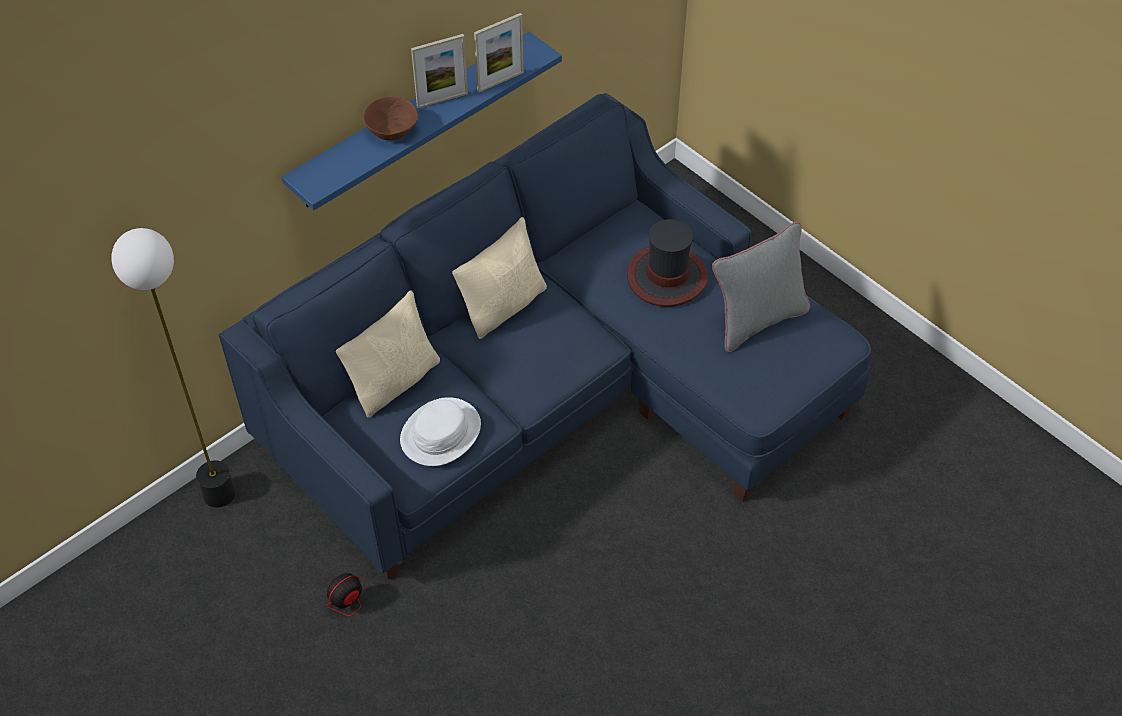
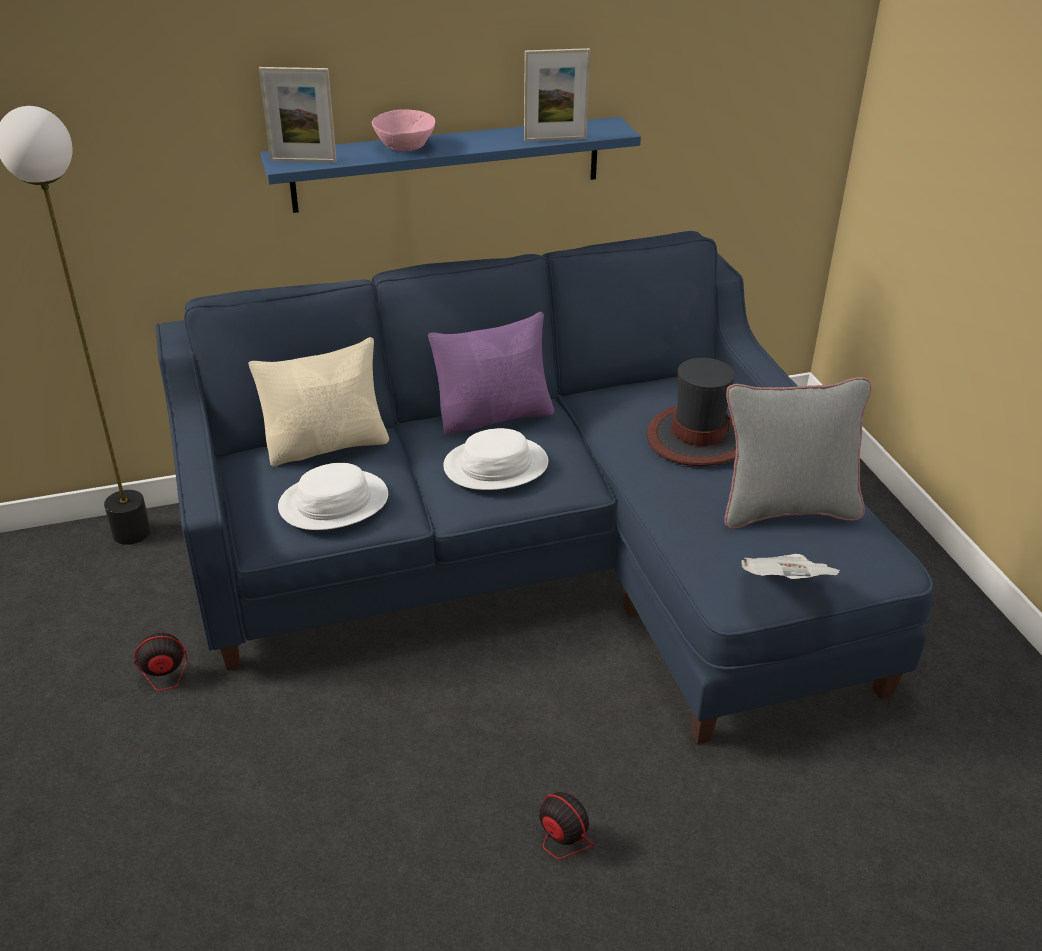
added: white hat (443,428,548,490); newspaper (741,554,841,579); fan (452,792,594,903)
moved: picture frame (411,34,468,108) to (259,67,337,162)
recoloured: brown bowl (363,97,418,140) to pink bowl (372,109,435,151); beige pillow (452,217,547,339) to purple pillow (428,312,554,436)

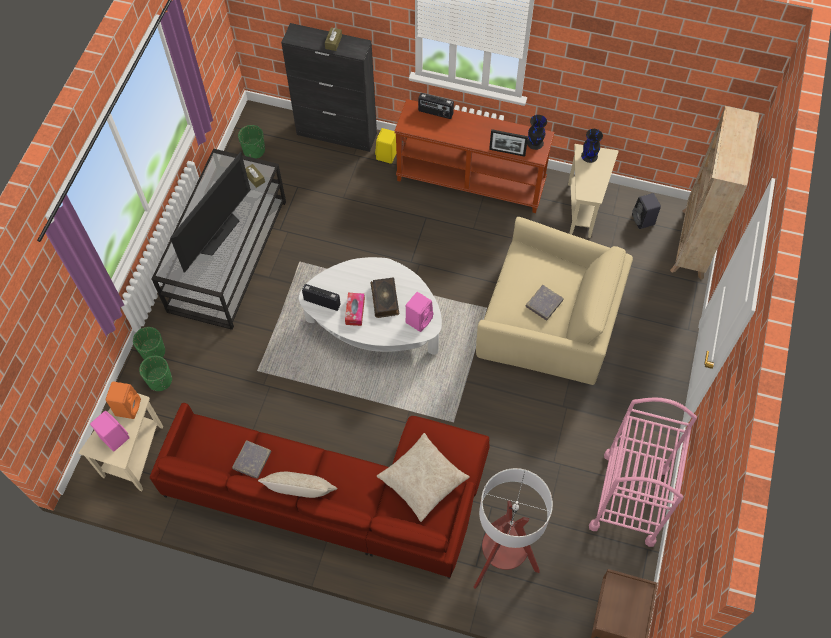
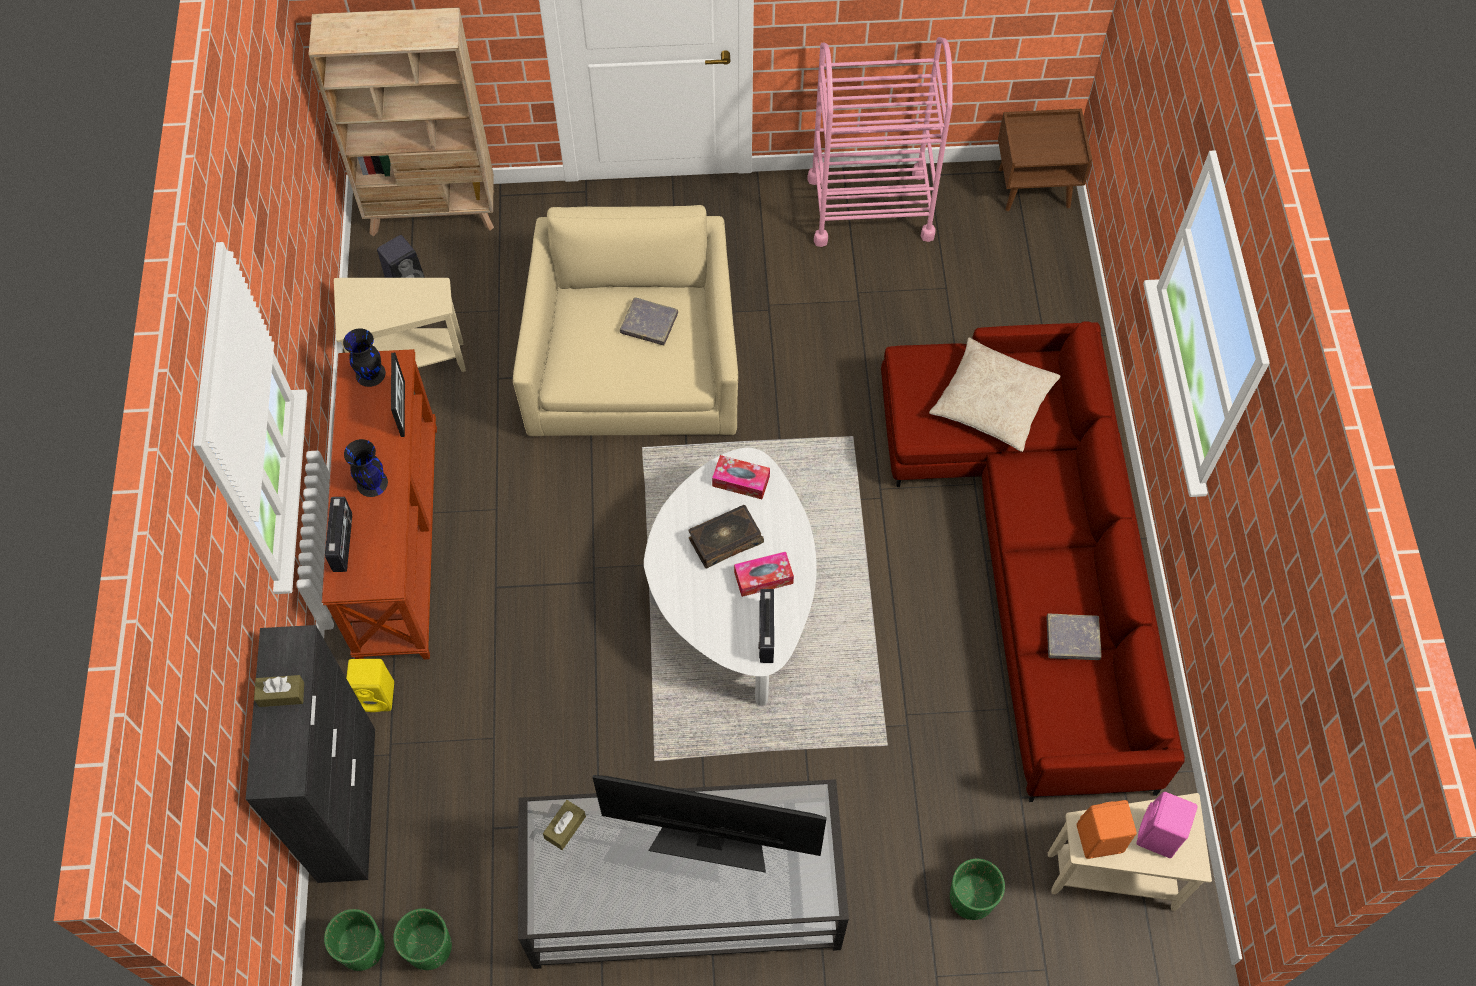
removed: floor lamp (473,468,553,589); beige pillow (258,472,337,498)
moved: black vase (581,129,603,163) to (344,439,388,497); green planter (133,327,165,360) to (324,909,385,971)
replaced: pink speaker (406,292,433,332) to tissue box (712,455,770,499)

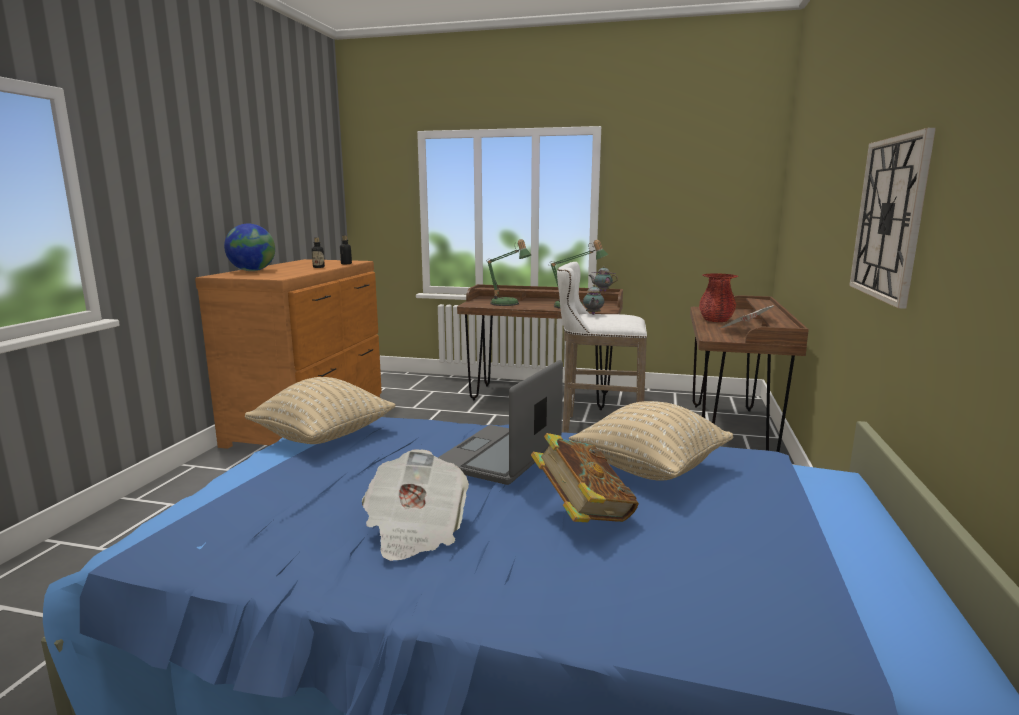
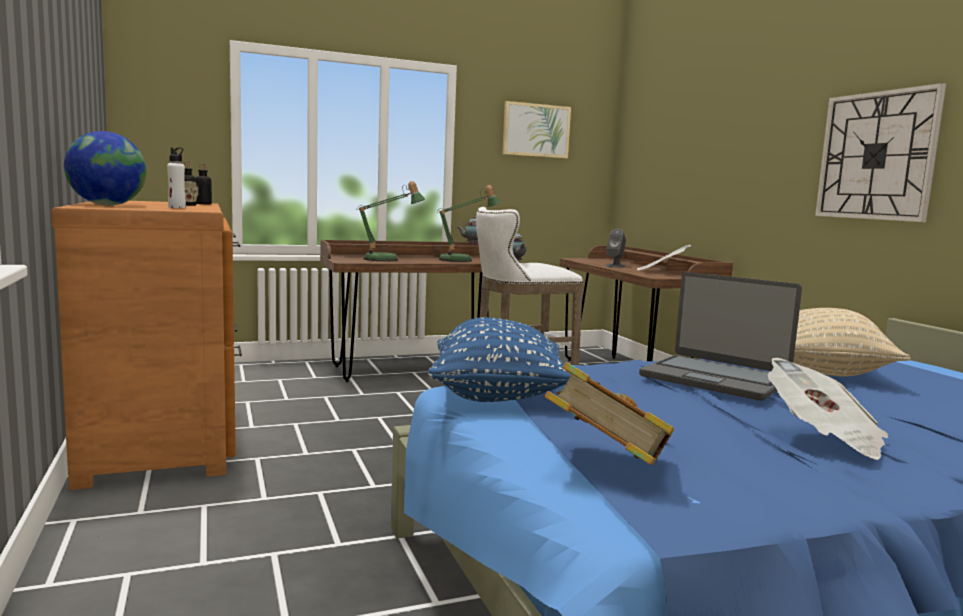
added: picture (502,101,571,159); white bottle (167,147,186,208)
moved: book (531,433,639,522) to (544,362,674,465)
replaced: red vase (699,273,738,322) to grey speaker (606,229,626,267)
recoloured: beige pillow (245,377,396,444) to blue pillow (428,317,571,402)
turned: laptop (438,360,563,485) = (639,272,802,401) 45 degrees counterclockwise

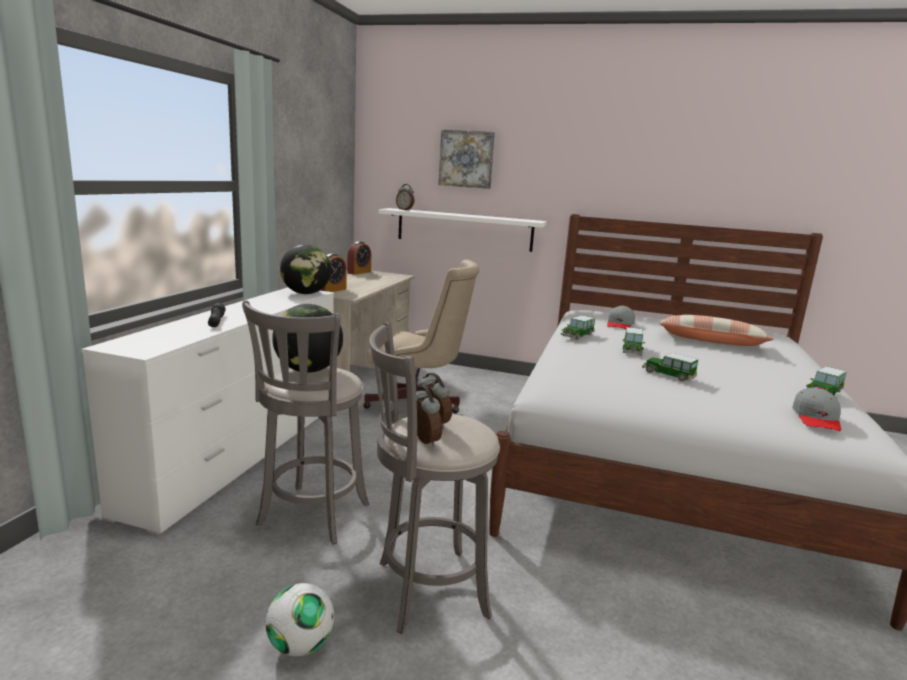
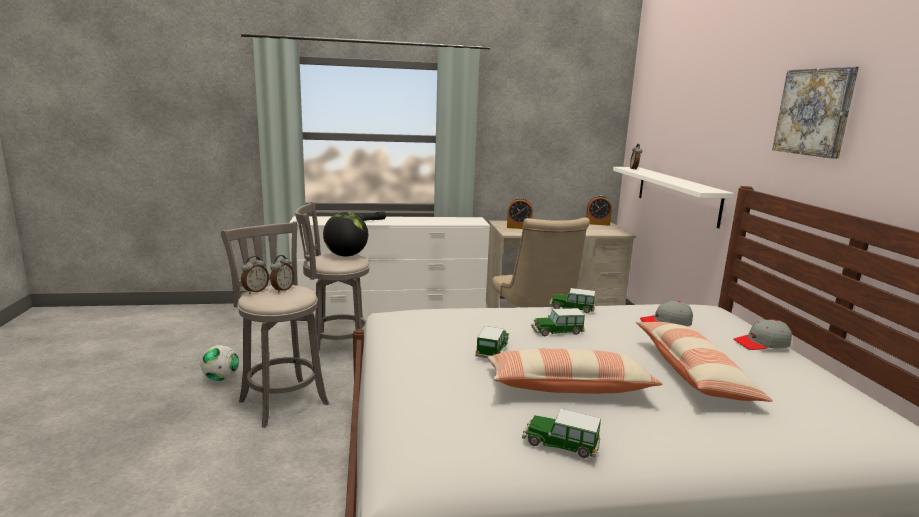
removed: globe (280,244,331,294)
added: pillow (488,349,663,394)
moved: picture (439,130,495,189) to (772,66,859,159); grey cap (792,387,841,431) to (734,320,792,350)

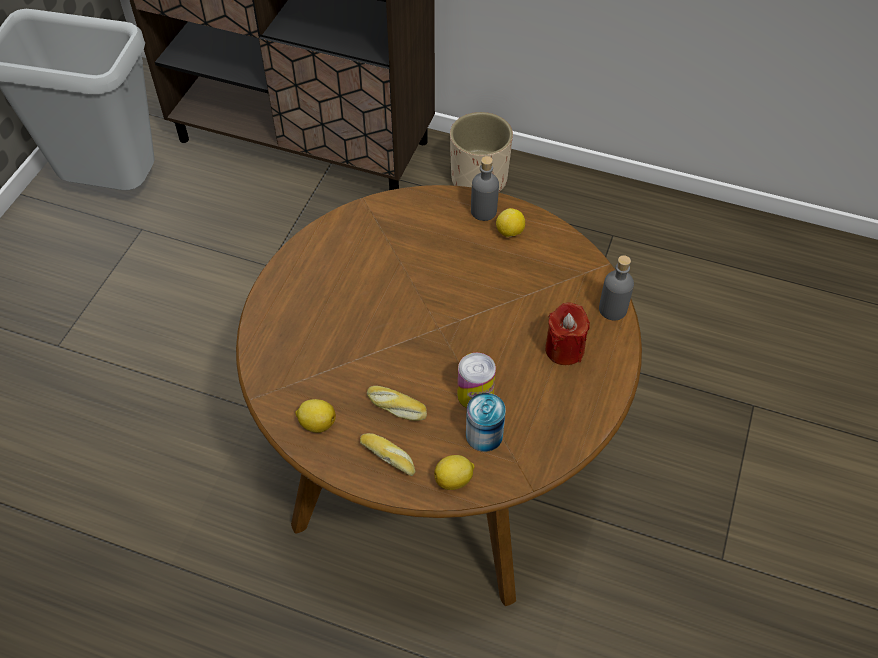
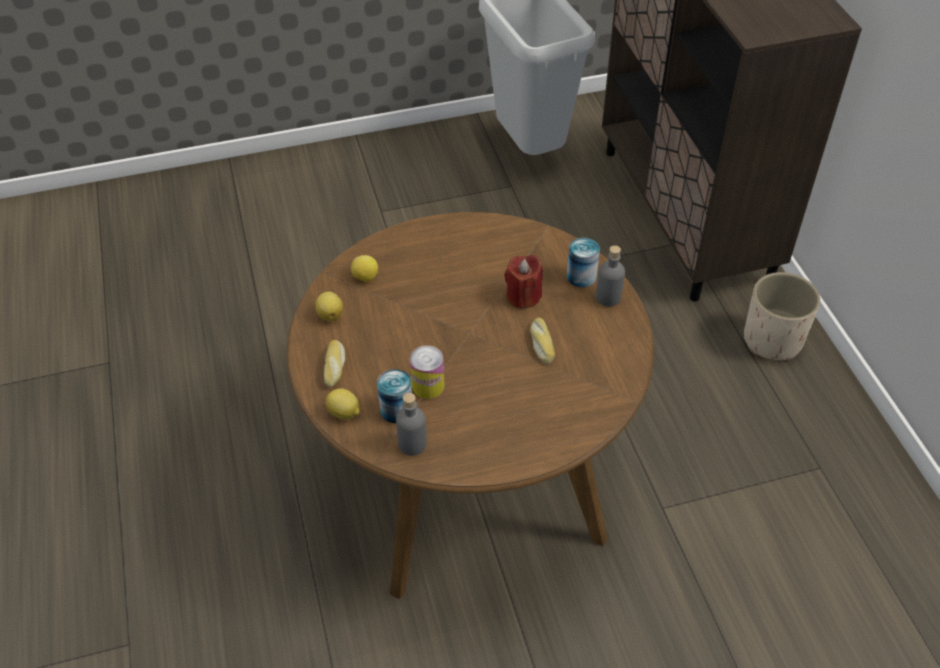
added: can (567,238,600,288)
moved: lemon (496,208,525,237) to (351,255,378,282); grey bottle (599,255,634,321) to (396,393,427,456); red candle (545,303,590,365) to (504,255,543,309); bread (367,386,427,421) to (530,318,555,364)

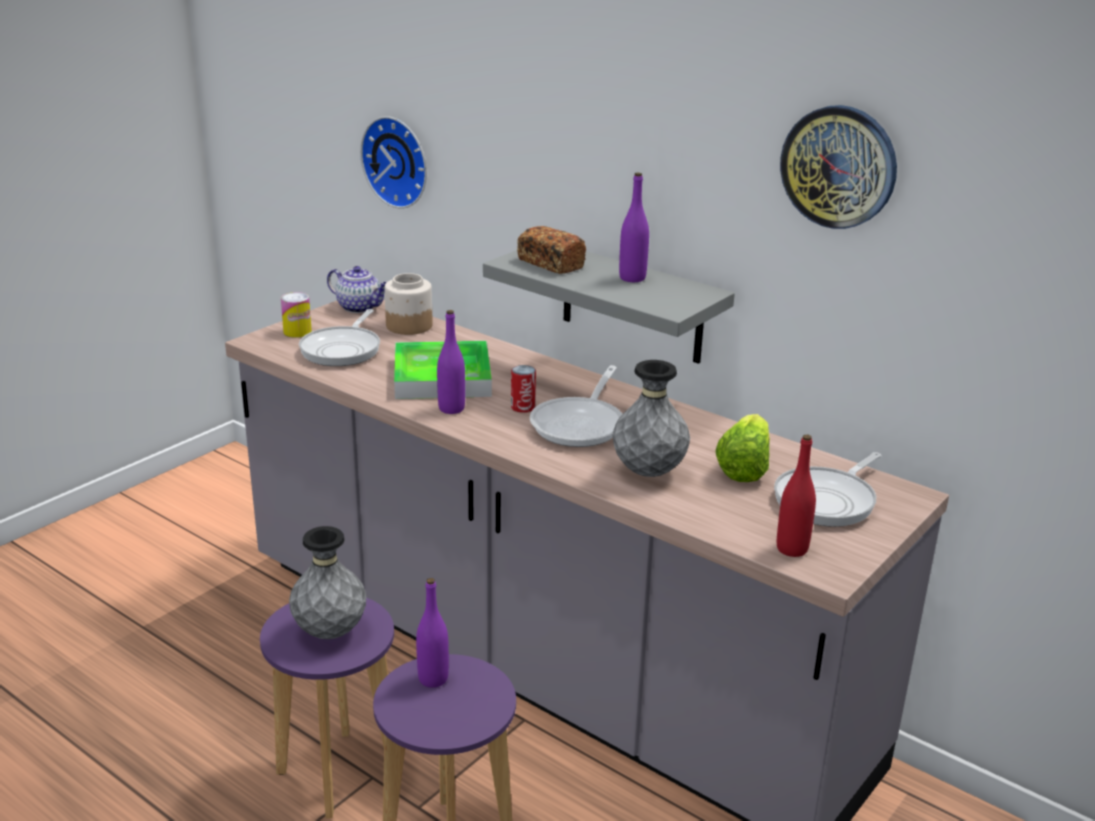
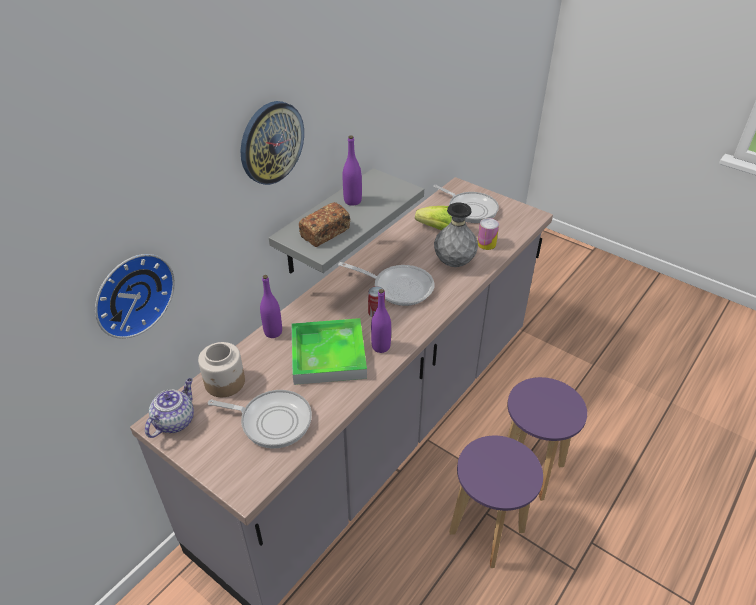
removed: red bottle (777,434,816,557); grey vase (289,526,366,639)
moved: wall clock (780,105,897,229) to (241,101,304,185); can (281,292,312,338) to (477,218,499,250); purple bottle (416,578,449,688) to (260,275,282,338)

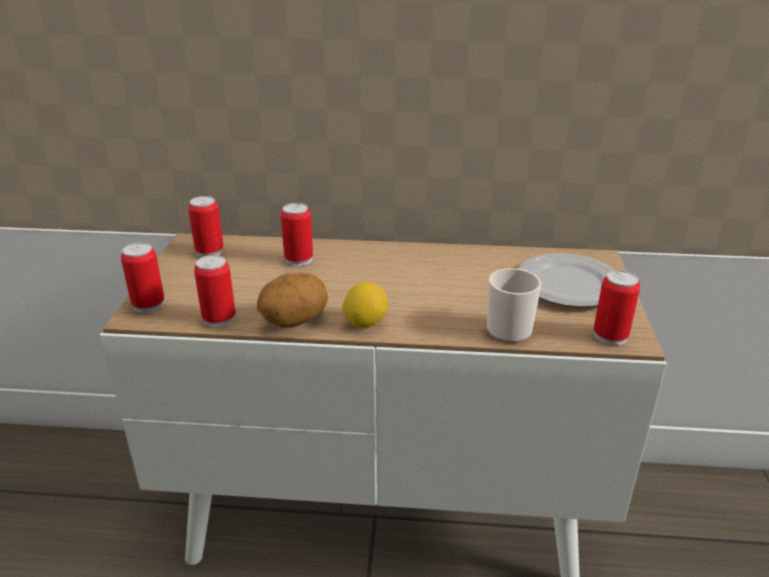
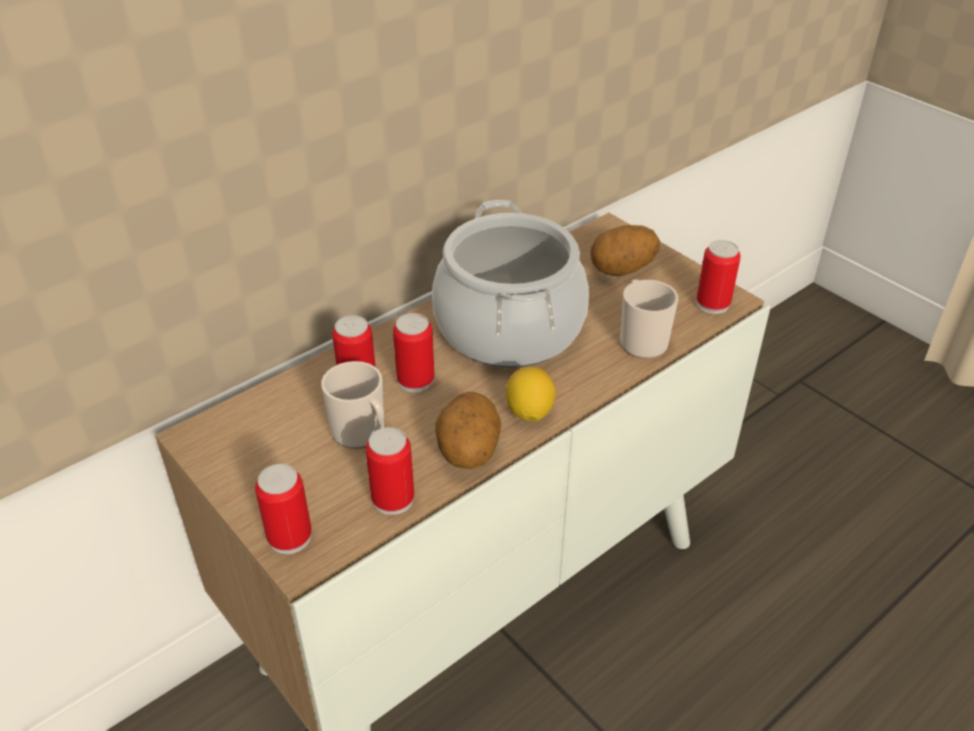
added: cooking pot (432,200,589,368); mug (321,361,384,449)
moved: can (188,196,224,257) to (393,313,435,393)
replaced: plate (518,253,614,307) to potato (590,225,660,276)

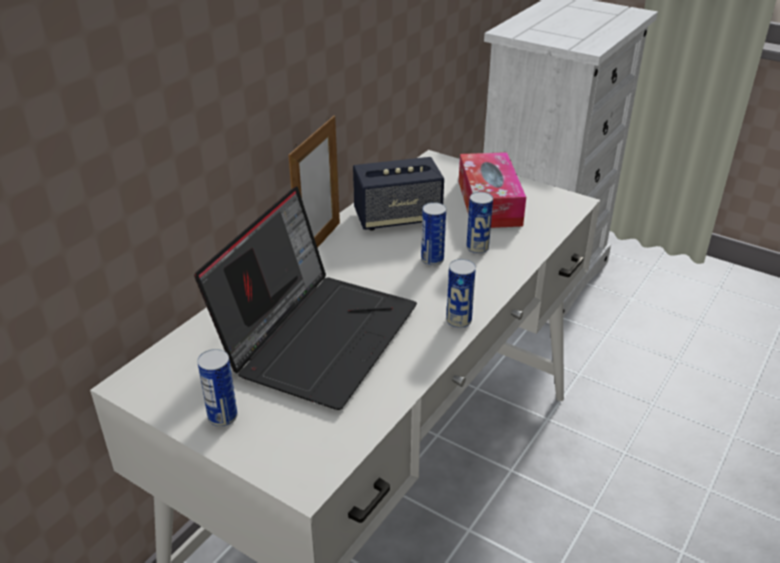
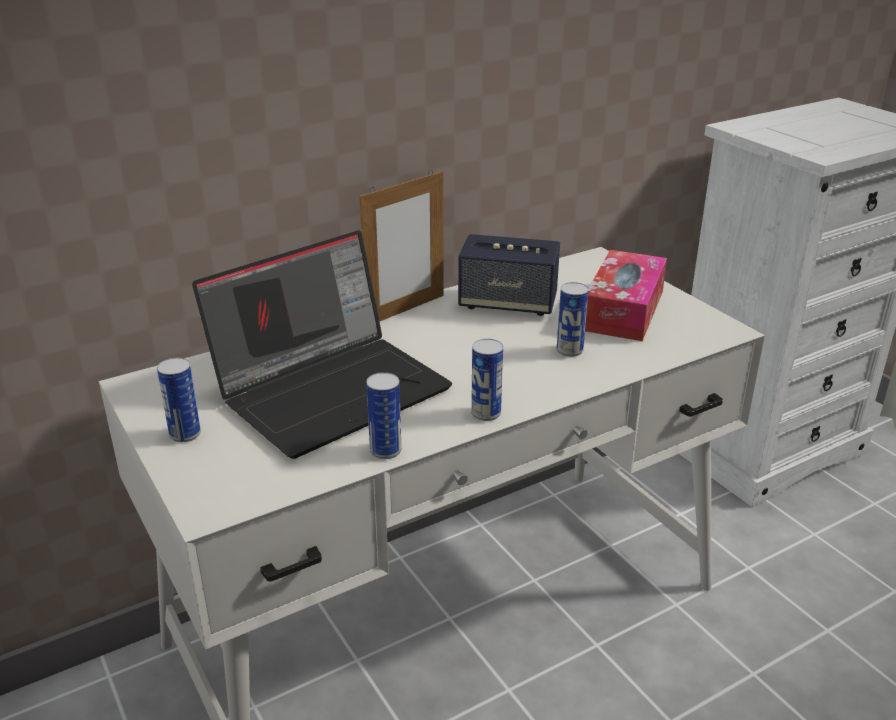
moved: can (421,202,446,266) to (366,372,402,459)

